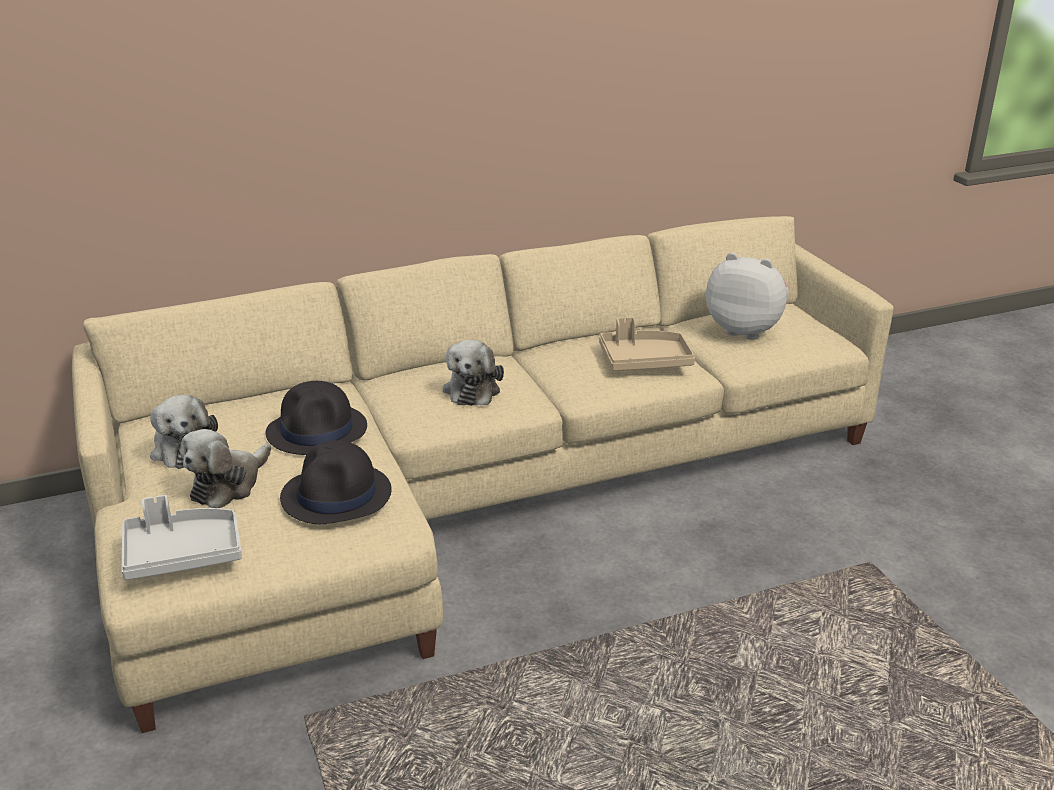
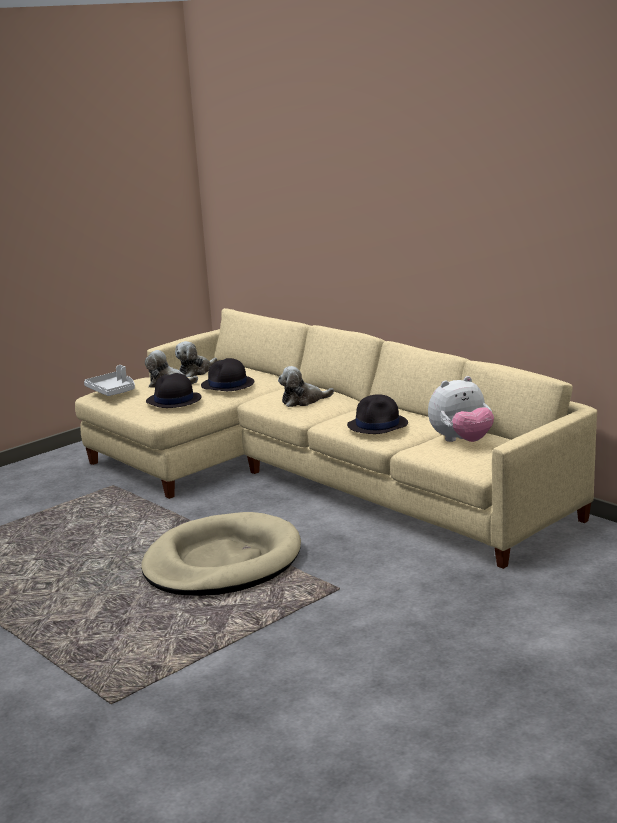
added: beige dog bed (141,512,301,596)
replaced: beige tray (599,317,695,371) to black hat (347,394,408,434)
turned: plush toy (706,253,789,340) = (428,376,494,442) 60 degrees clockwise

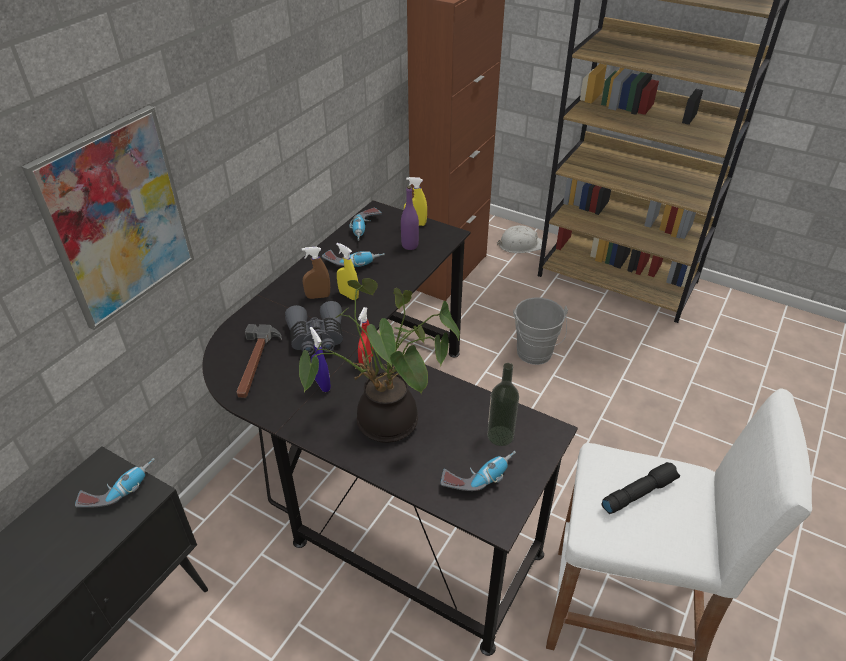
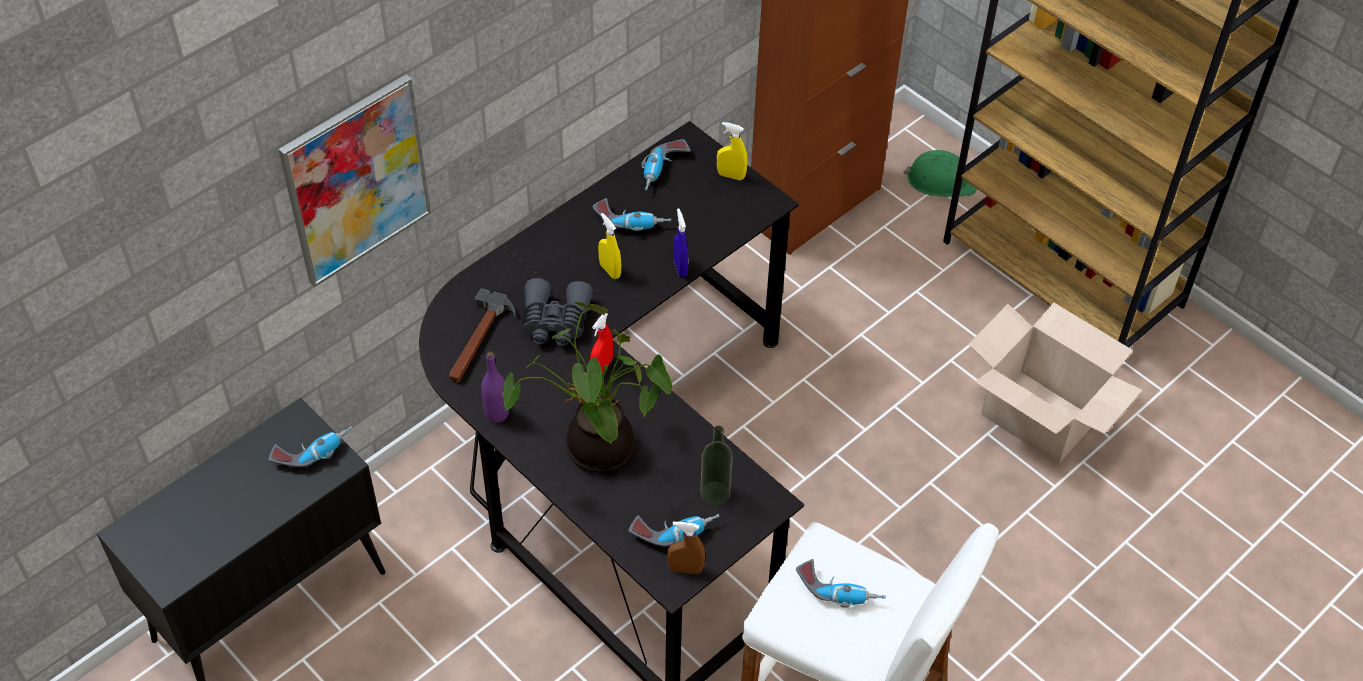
removed: grey bucket (513,297,568,365)
added: cardboard box (968,302,1143,464)
moved: purple bottle (401,186,419,250) to (481,351,509,423); brown spray bottle (302,247,330,299) to (667,521,705,574); blue spray bottle (310,327,331,392) to (673,208,688,277)
replaced: black flashlight (602,462,680,514) to power drill (796,559,886,608)
recoloured: white hard hat (497,225,542,253) to green hard hat (903,150,977,197)

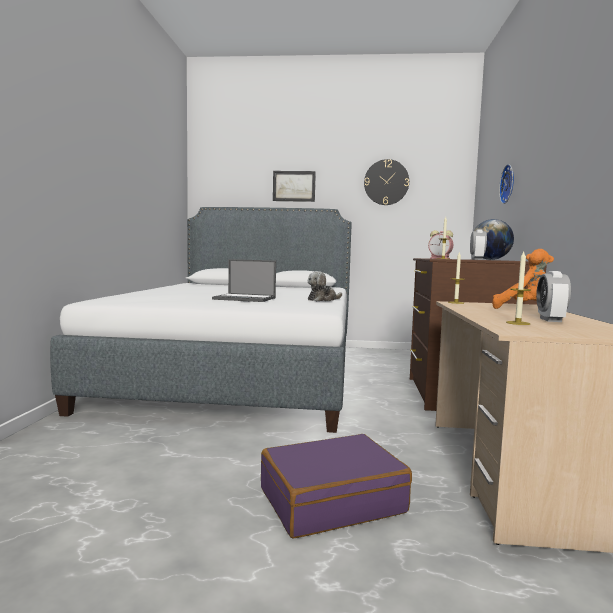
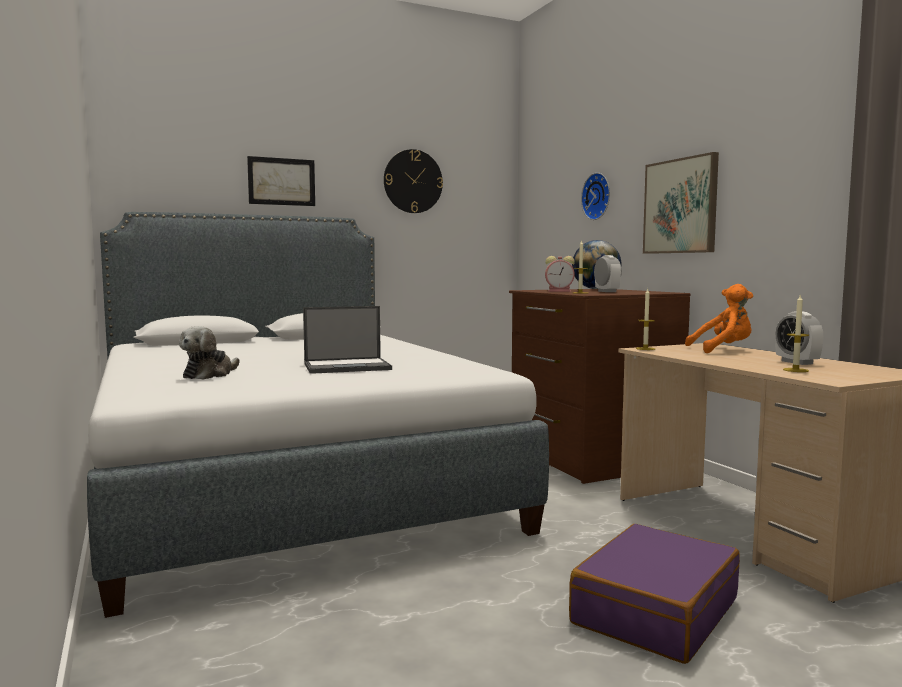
added: picture (643,152,719,254)
moved: plush toy (308,271,342,301) to (179,326,240,380)

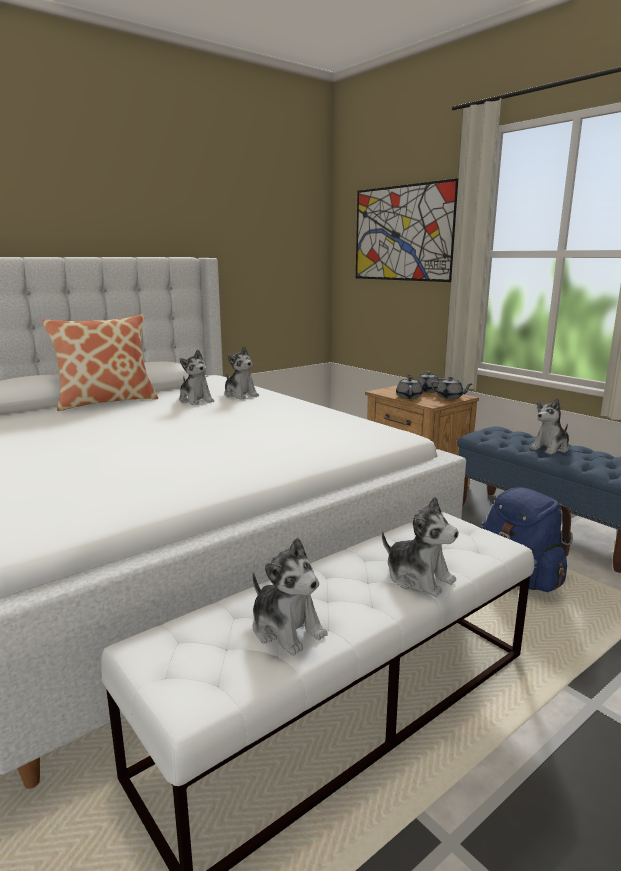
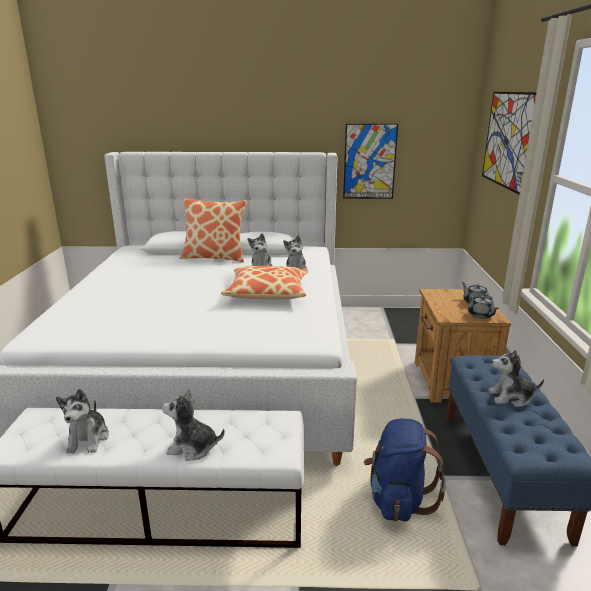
removed: grey teapot (396,377,423,399)
added: picture (343,124,398,199); pillow (221,266,309,299)
turned: plush toy (382,497,459,597) = (162,389,225,461) 105 degrees clockwise

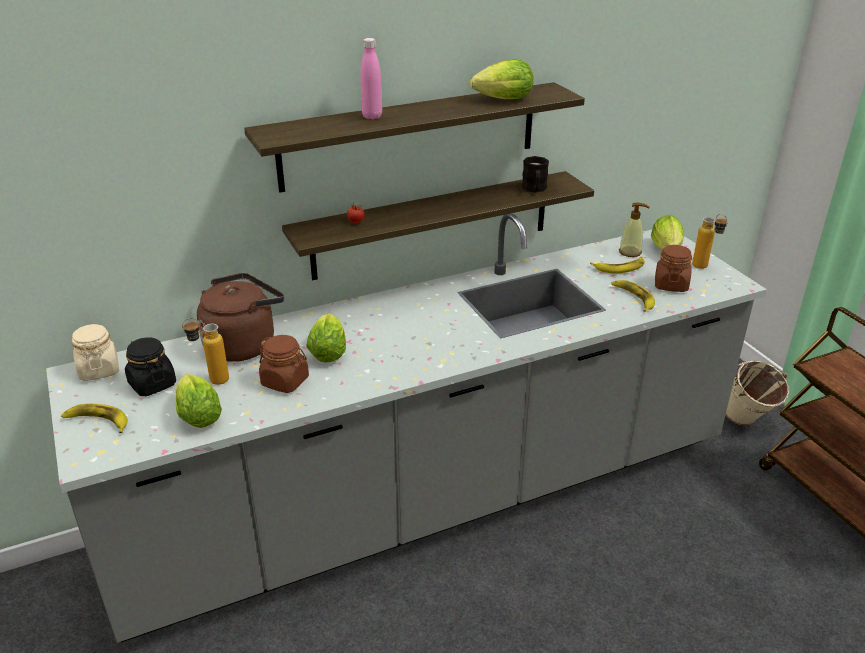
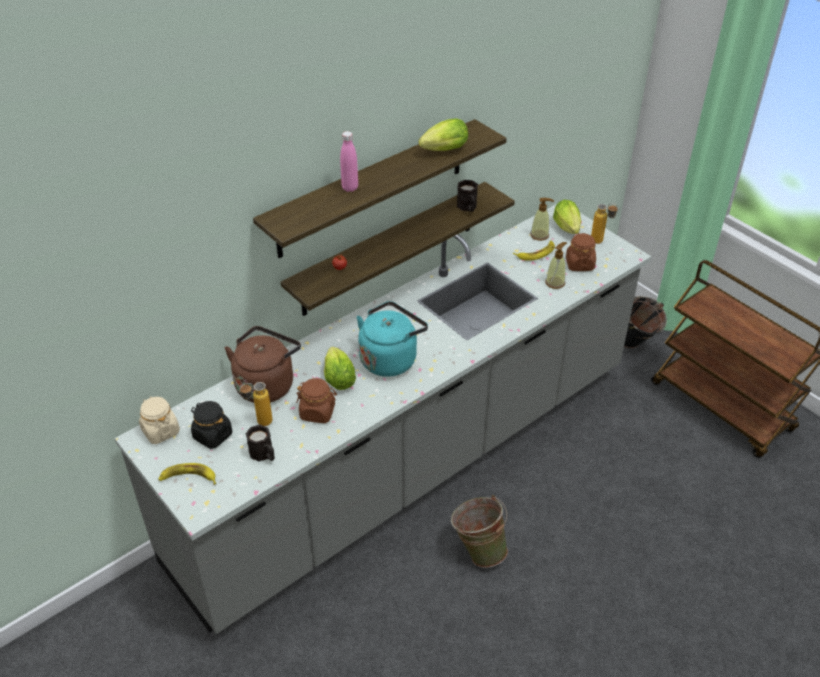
added: turquoise kettle (357,301,428,377); green bucket (451,495,508,568)
replaced: banana (612,280,655,312) to soap dispenser (545,242,567,289); lettuce (175,374,222,428) to black mug (246,425,275,461)
recoloured: beige bucket (726,360,789,425) to black bucket (624,296,667,348)

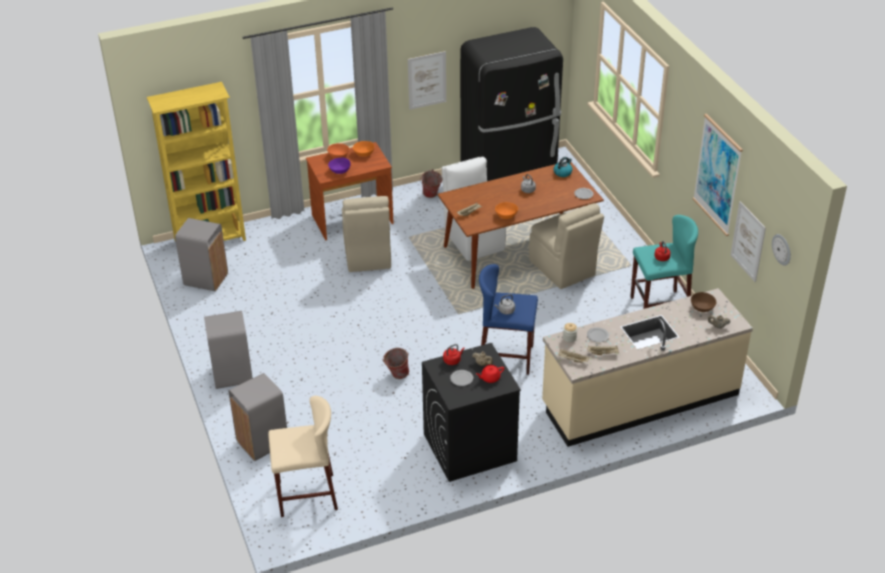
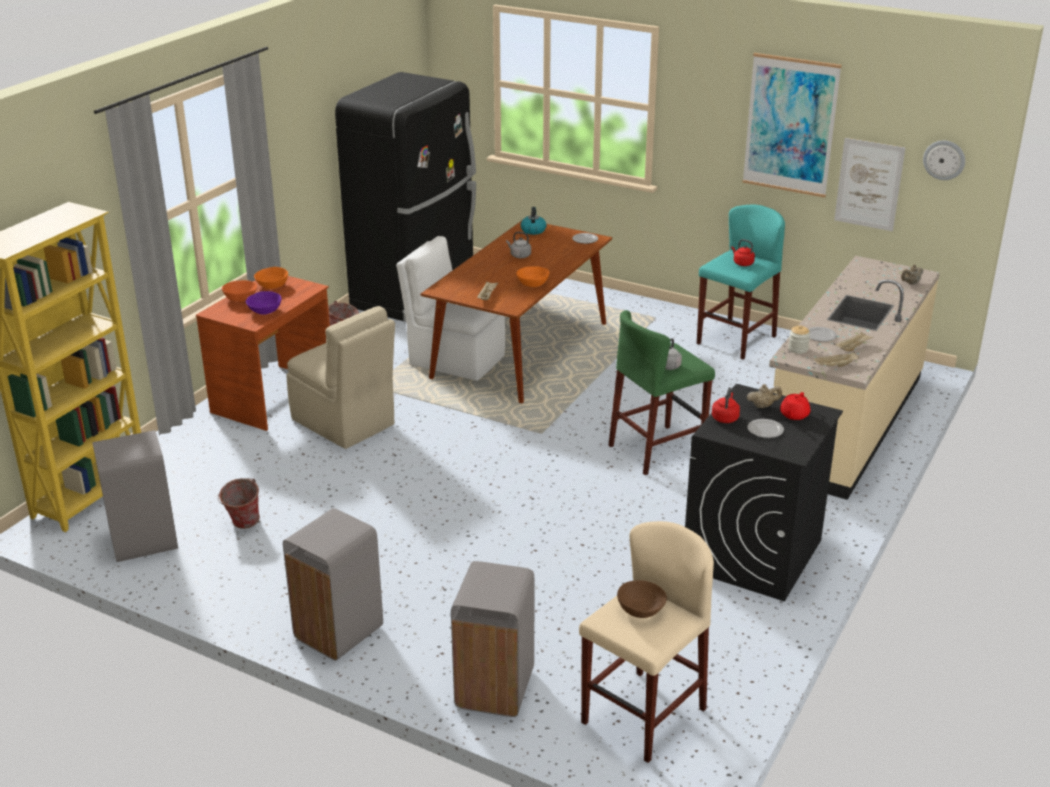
removed: picture (408,51,446,110); beige chair (529,203,604,289)
moved: brown bowl (691,292,717,312) to (617,580,667,618); bucket (383,348,409,379) to (218,478,260,529)
recoloured: blue stool (479,264,538,375) to green stool (609,310,715,475)

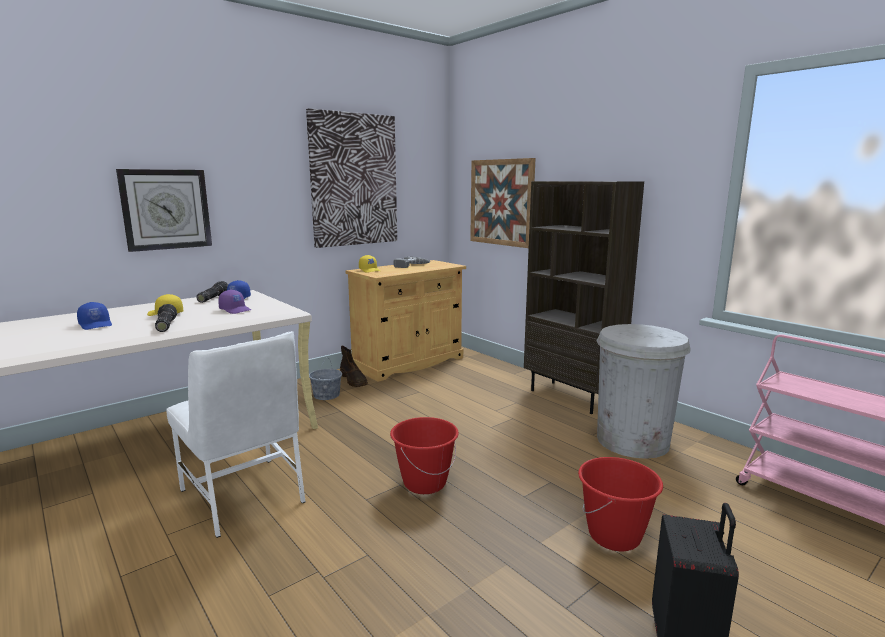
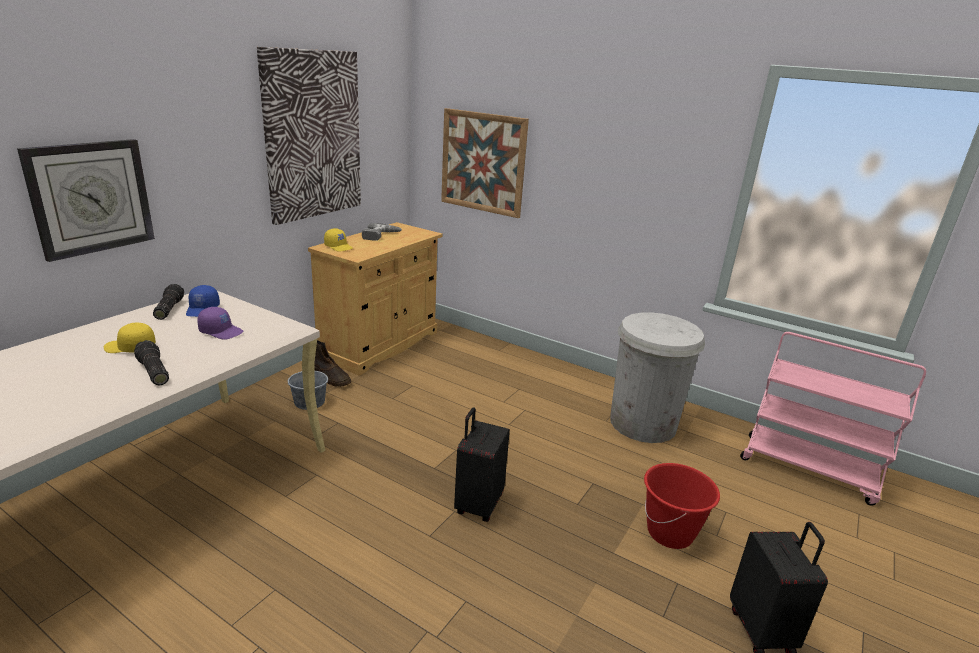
removed: brown bookcase (524,181,644,414); blue cap (77,302,112,330); white chair (166,331,306,538)
replaced: red bucket (390,417,459,494) to black suitcase (454,407,510,522)

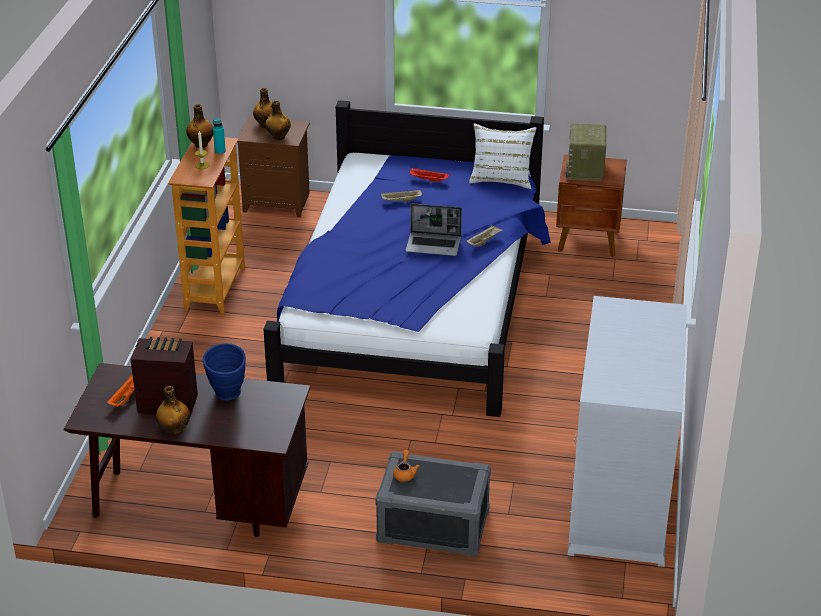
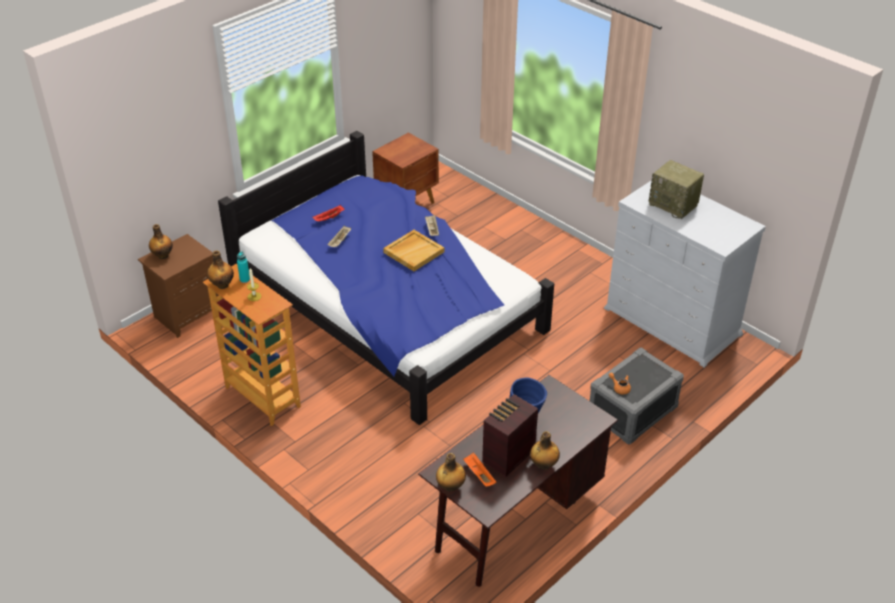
removed: white pillow (469,123,536,189)
moved: bottle (265,100,291,140) to (436,453,466,492); radio (564,124,606,181) to (648,160,704,219)
replaced: laptop (405,203,462,256) to beige tray (383,230,444,271)

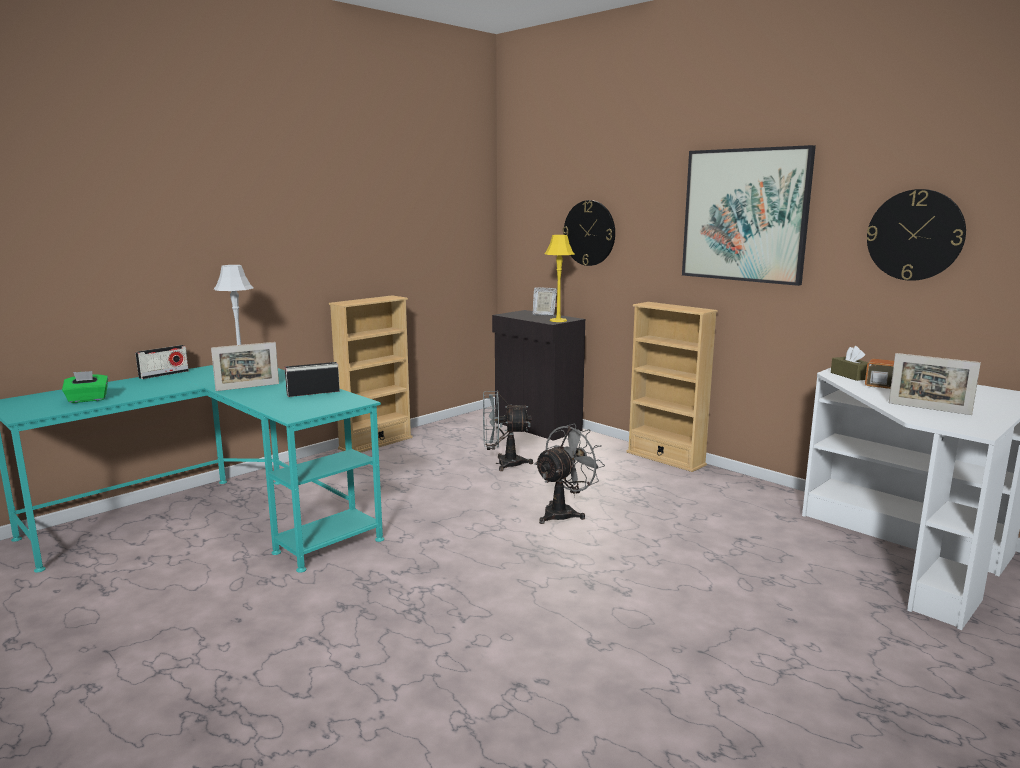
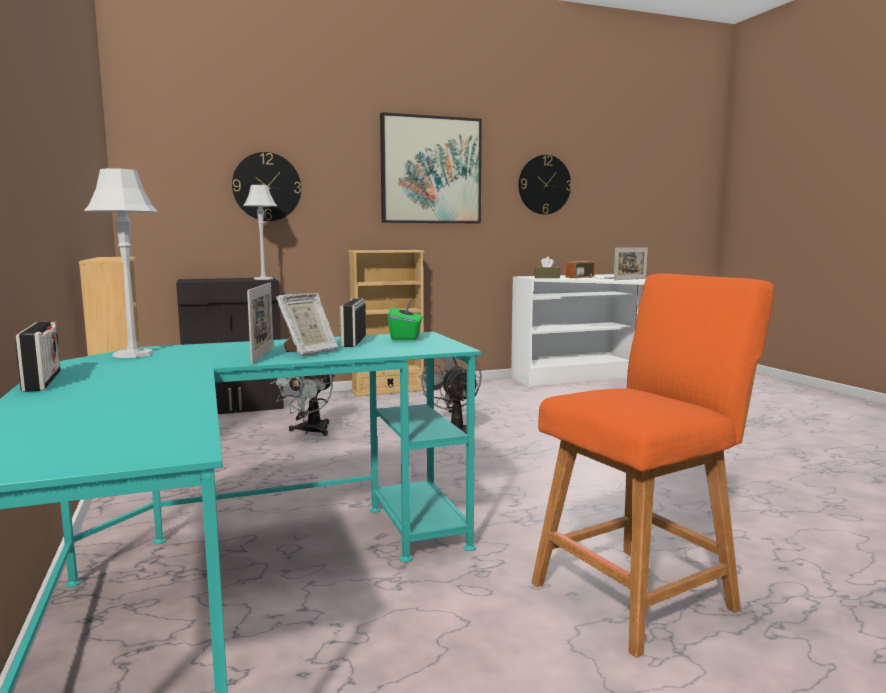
added: orange stool (531,274,774,658)
moved: picture frame (533,287,557,316) to (276,293,338,356); green tissue box (62,371,108,403) to (388,300,423,340)
recoloured: yellow table lamp (544,235,574,322) to grey table lamp (243,185,277,280)

